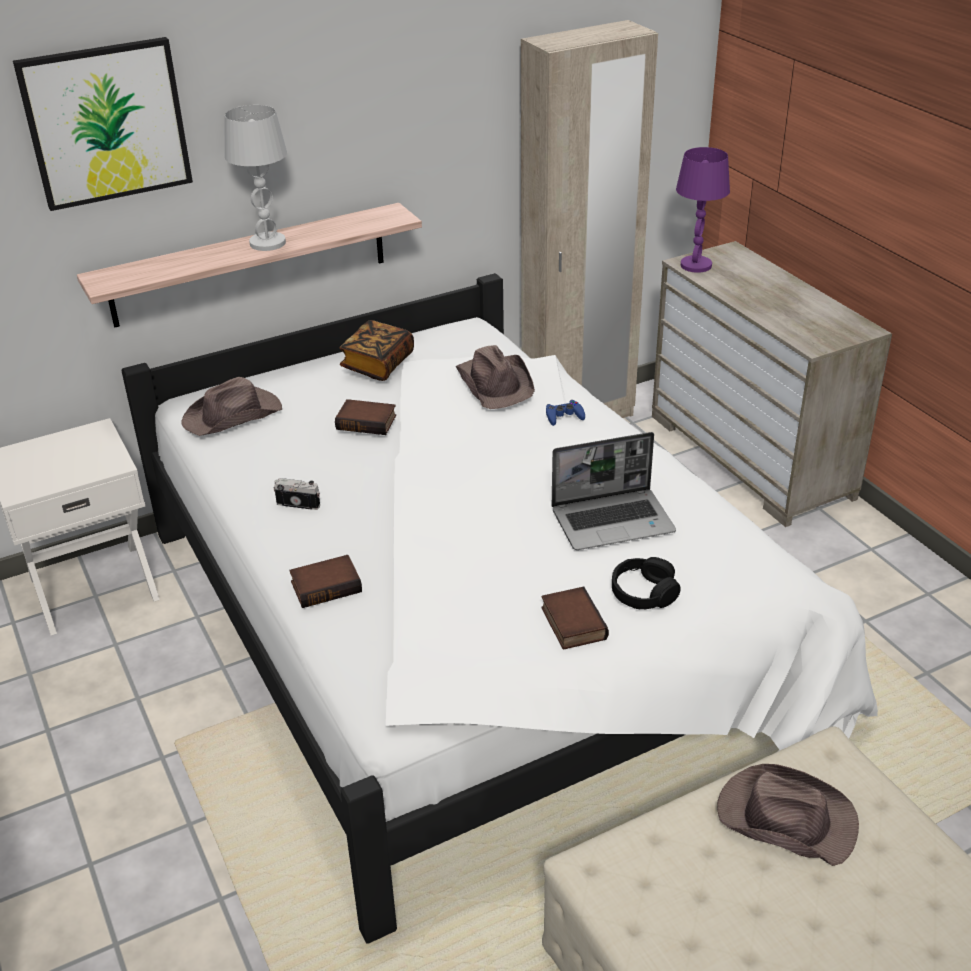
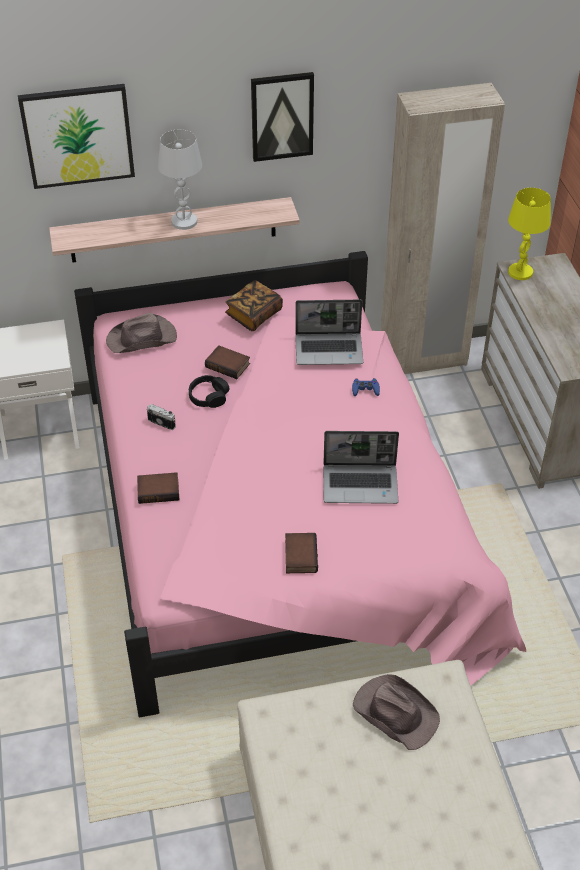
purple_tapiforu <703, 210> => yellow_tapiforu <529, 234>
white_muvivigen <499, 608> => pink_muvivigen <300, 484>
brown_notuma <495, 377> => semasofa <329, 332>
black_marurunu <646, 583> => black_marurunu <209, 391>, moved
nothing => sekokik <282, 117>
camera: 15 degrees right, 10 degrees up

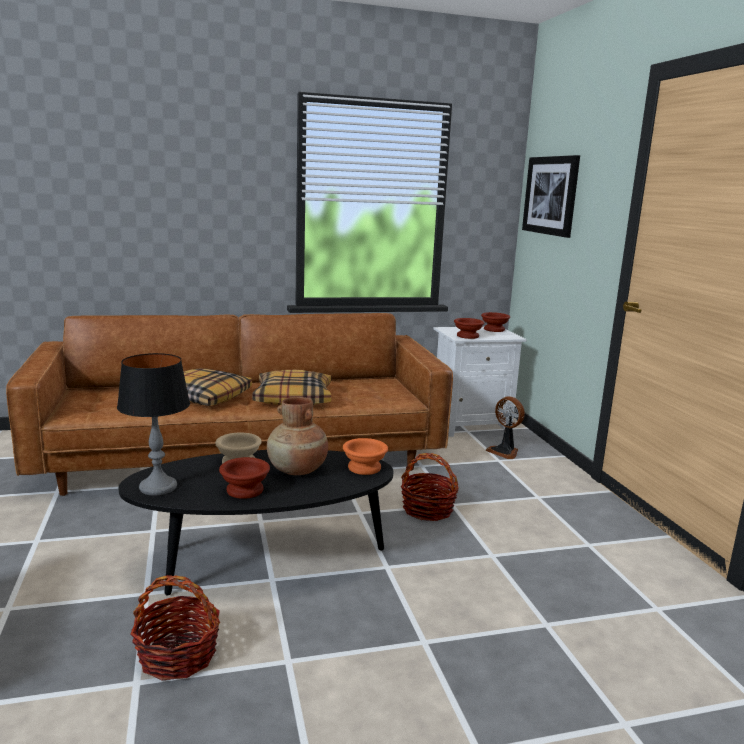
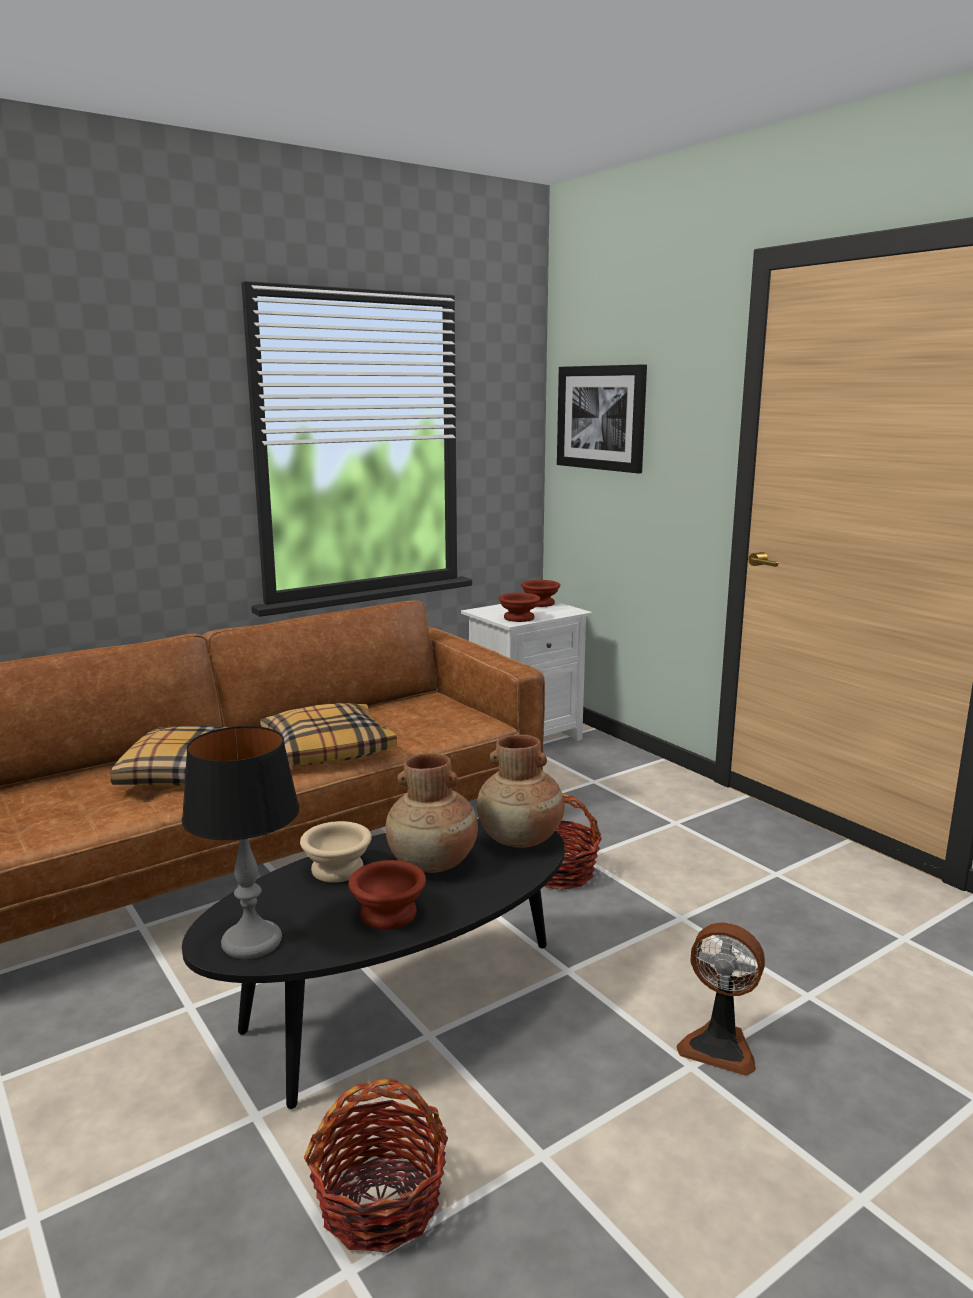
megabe <505, 428> => megabe <721, 999>, moved
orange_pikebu <365, 456> => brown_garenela <521, 791>
camera: 20 degrees left, 0 degrees up

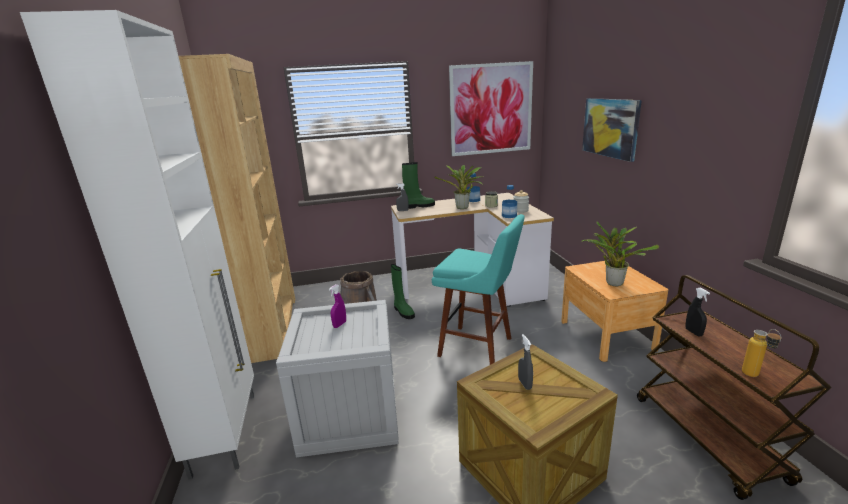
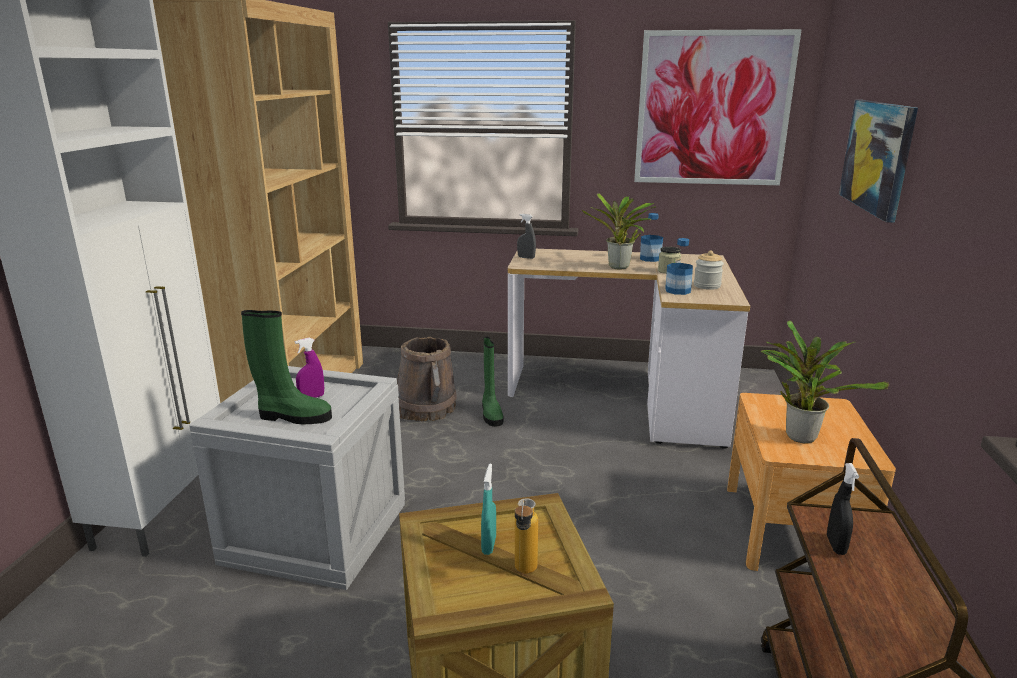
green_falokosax <418, 185> => green_falokosax <286, 367>, moved
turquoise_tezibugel <478, 289> => nothing
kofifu <762, 353> => kofifu <526, 536>, moved
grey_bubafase <525, 362> => turquoise_bubafase <488, 509>
camera: 20 degrees right, 0 degrees up

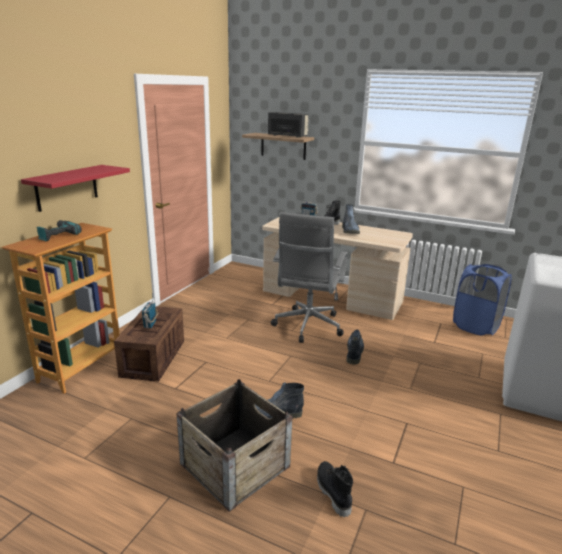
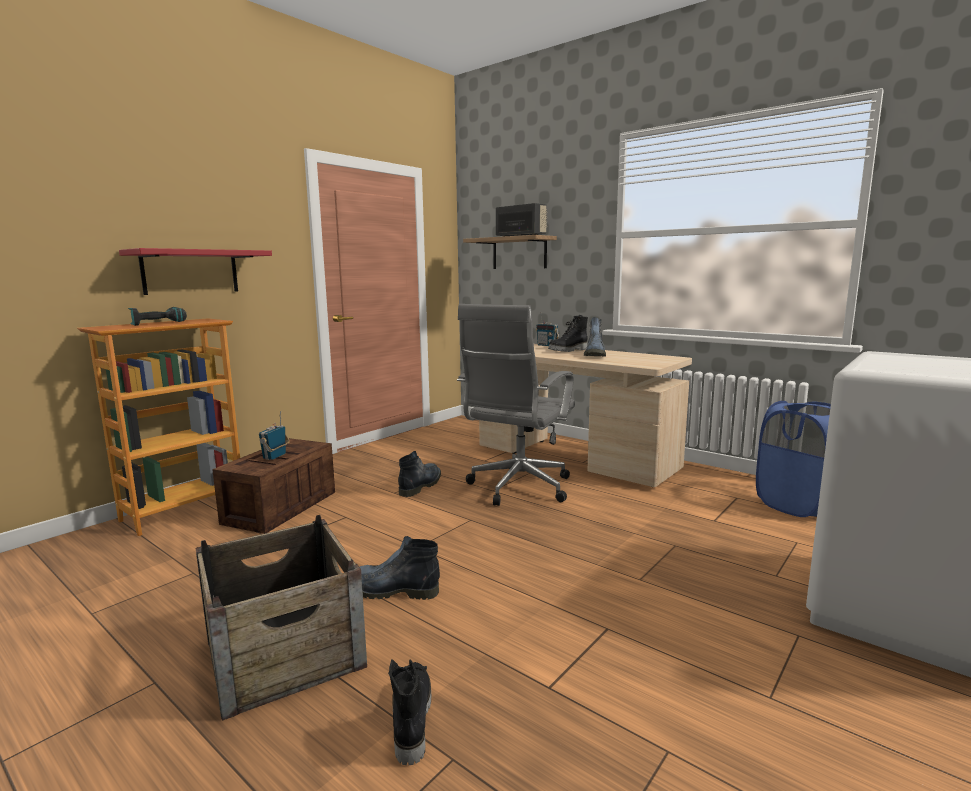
falokosax <355, 347> => falokosax <419, 474>, moved
camera: 15 degrees right, 10 degrees down

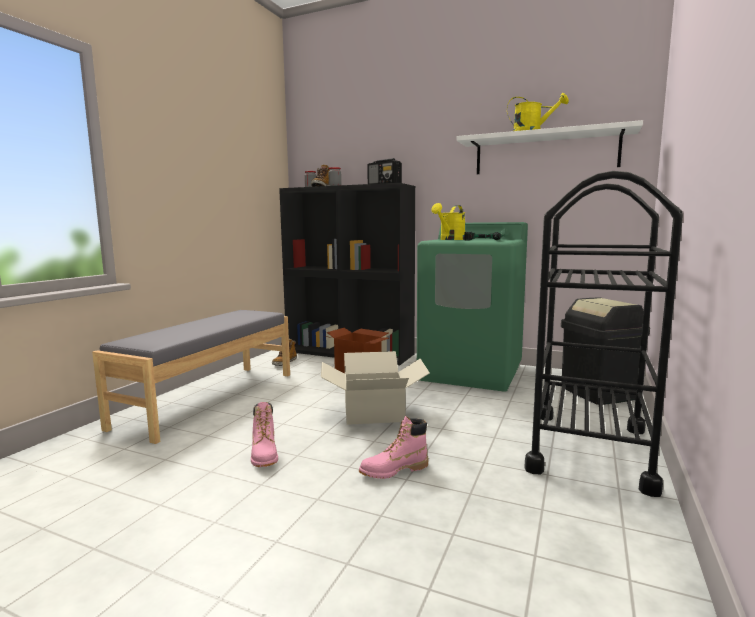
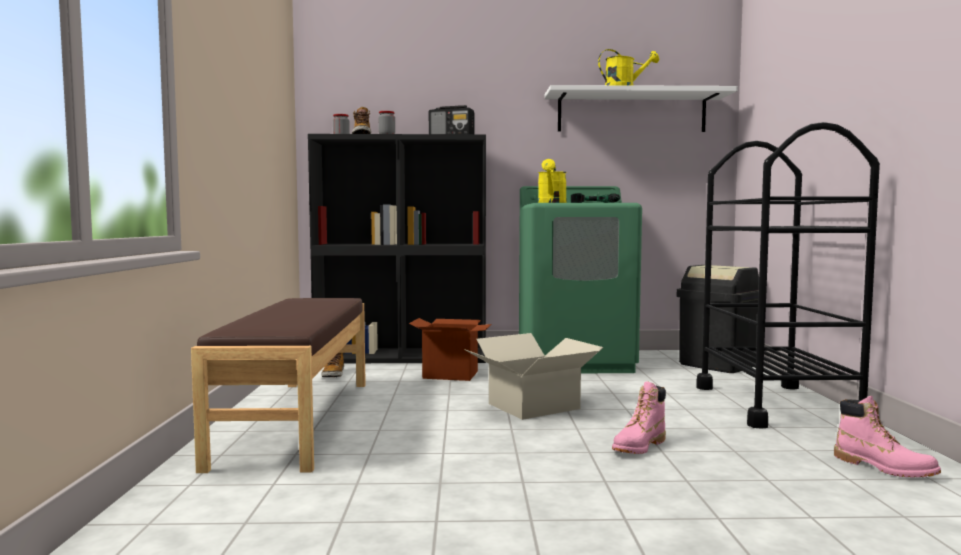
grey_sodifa <191, 377> => brown_sodifa <278, 385>
pink_falokosax <264, 434> => pink_falokosax <887, 437>, moved
camera: 25 degrees left, 5 degrees down

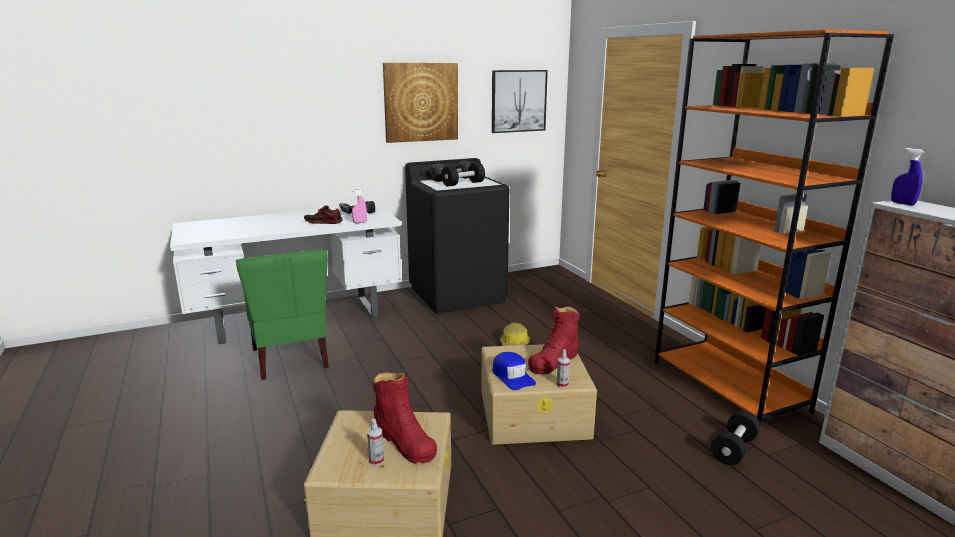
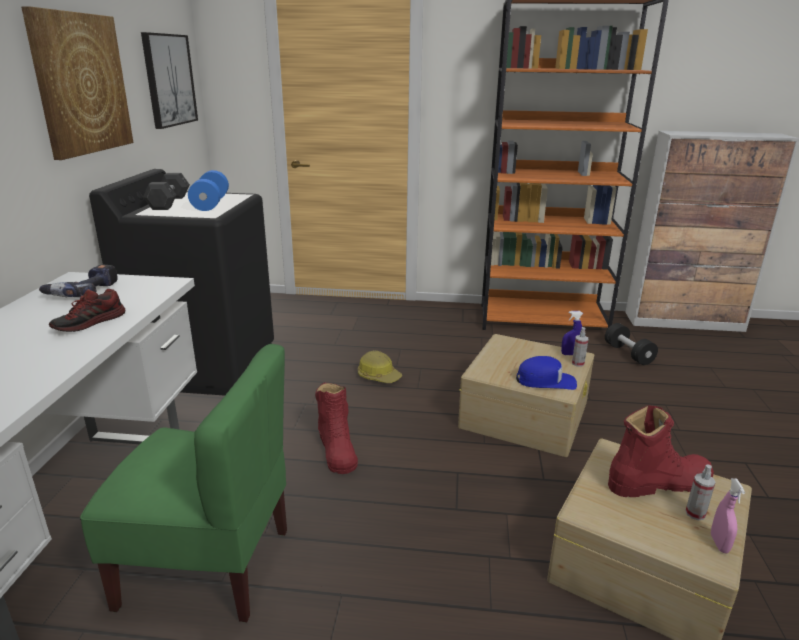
blue_bubafase <908, 176> => blue_bubafase <572, 333>, moved
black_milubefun <463, 174> => blue_milubefun <208, 190>
pink_bubafase <359, 206> => pink_bubafase <728, 516>, moved
red_falokosax <553, 340> => red_falokosax <336, 428>, moved
camera: 60 degrees left, 5 degrees up

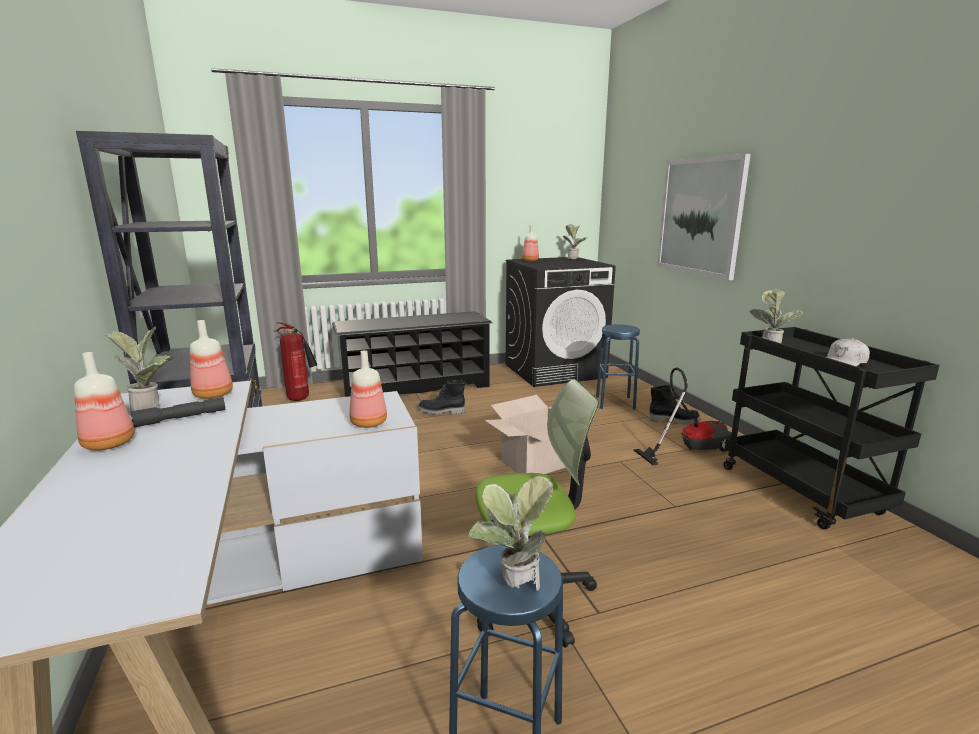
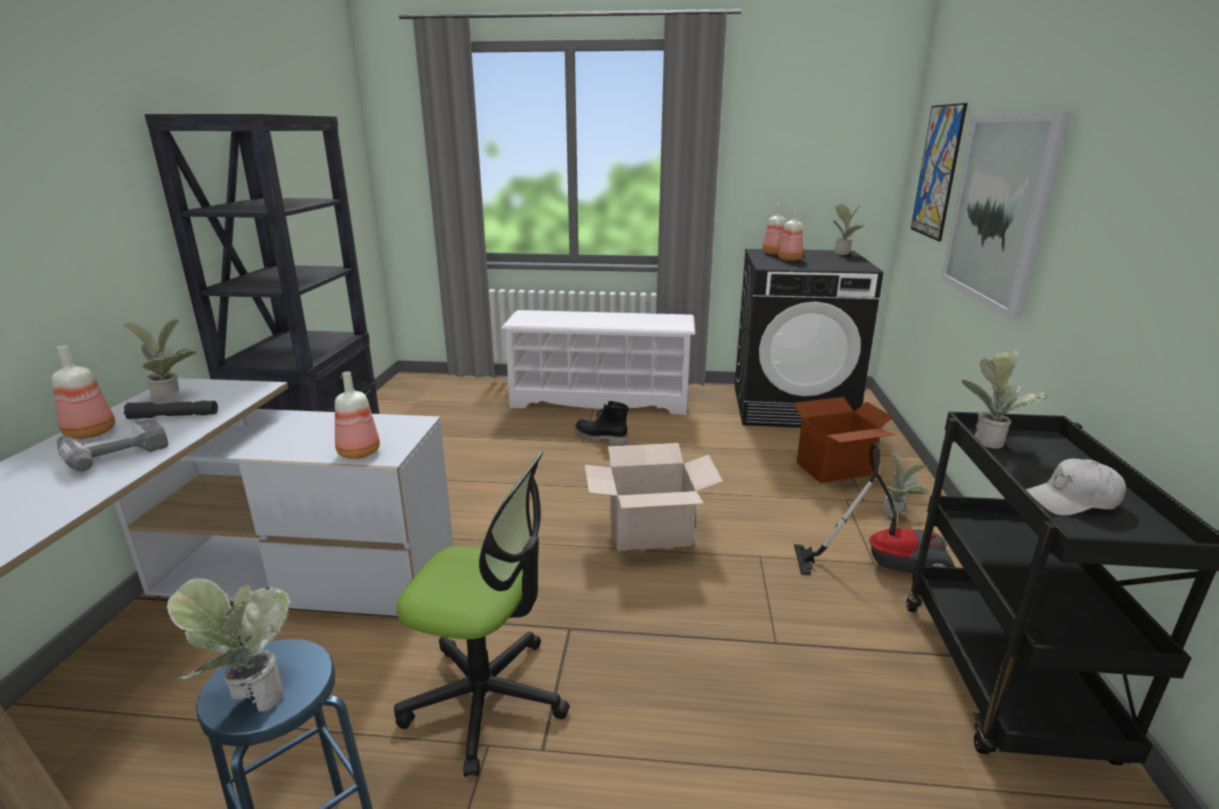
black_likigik <412, 354> => white_likigik <597, 362>
kofifu <211, 359> => kofifu <790, 234>, moved
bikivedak <297, 361> => nothing
blue_tezibugel <618, 367> => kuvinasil <843, 440>
black_falokosax <674, 405> => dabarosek <904, 484>
nothing => sekokik <939, 172>
nothing => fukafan <112, 445>
camera: 25 degrees right, 5 degrees up

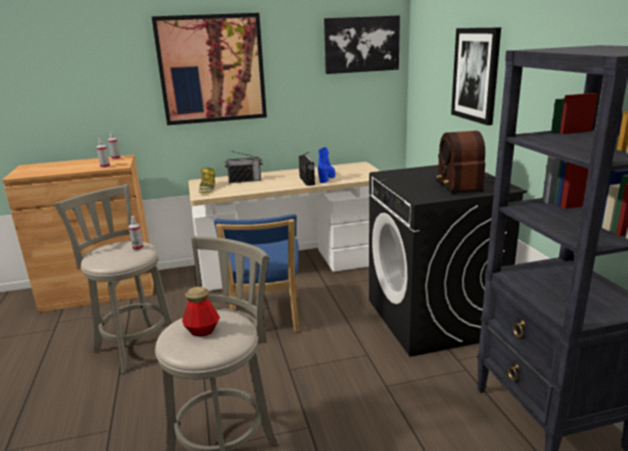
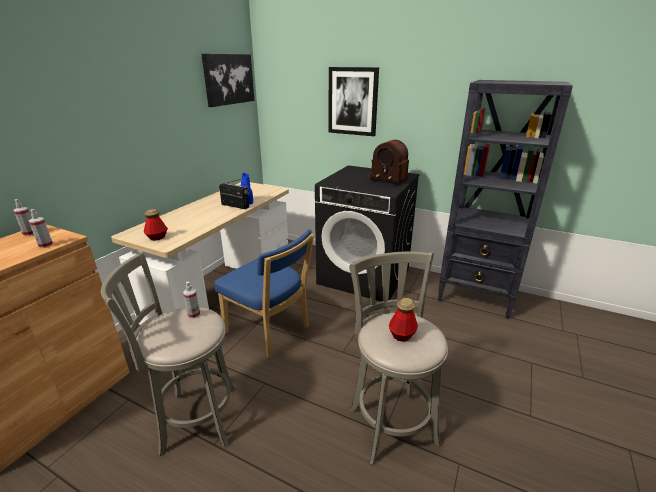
sekokik <209, 69> => nothing
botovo <243, 166> => nothing
falokosax <207, 180> => kofifu <156, 225>
camera: 50 degrees left, 5 degrees up

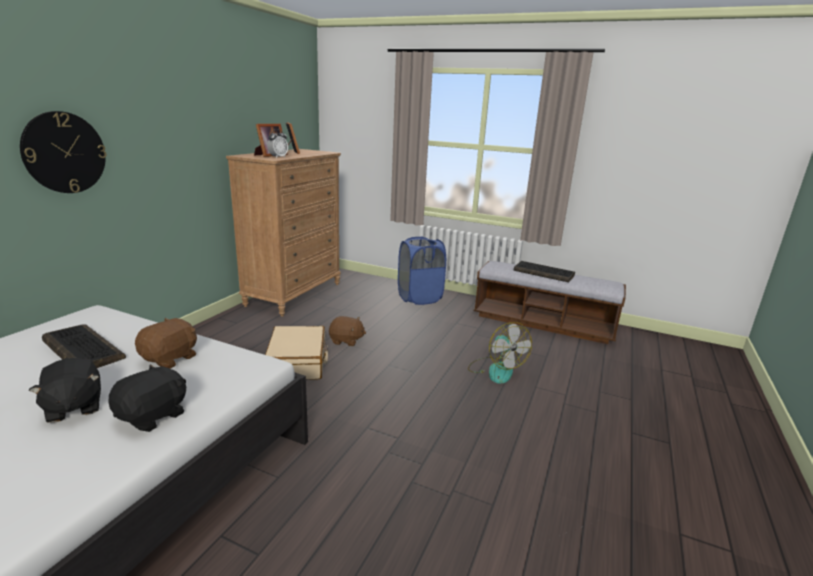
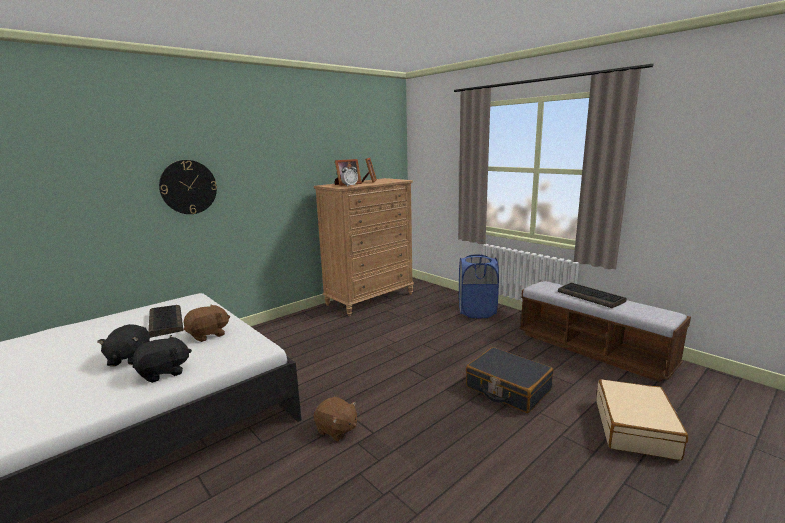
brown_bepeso <347, 331> => brown_bepeso <335, 419>, moved
megabe <500, 353> => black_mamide <509, 380>
beige_mamide <296, 352> => beige_mamide <642, 420>, moved
camera: 25 degrees right, 5 degrees down

